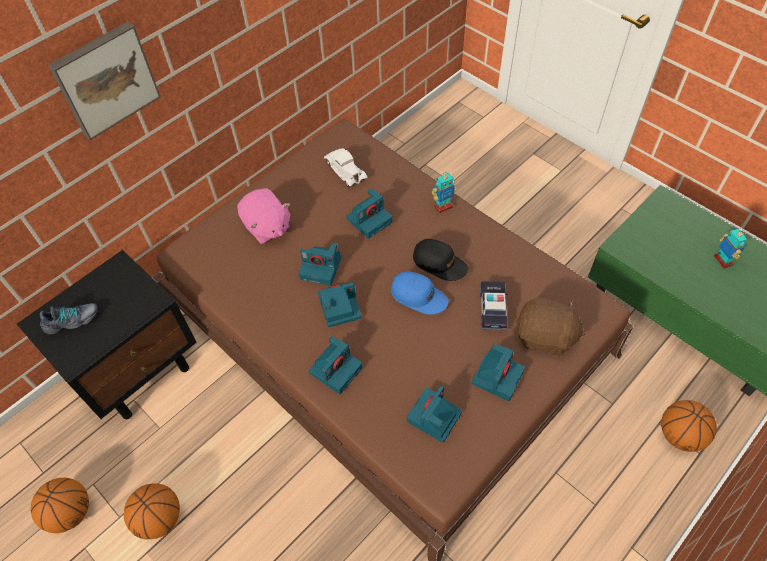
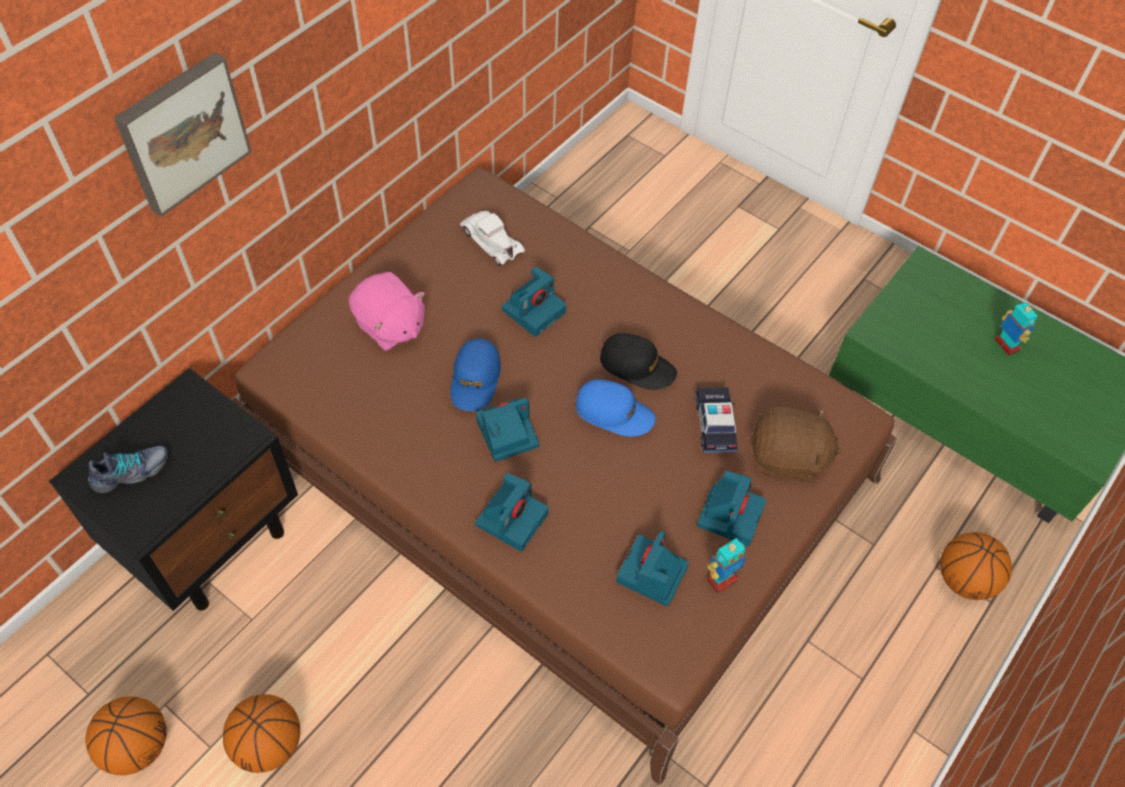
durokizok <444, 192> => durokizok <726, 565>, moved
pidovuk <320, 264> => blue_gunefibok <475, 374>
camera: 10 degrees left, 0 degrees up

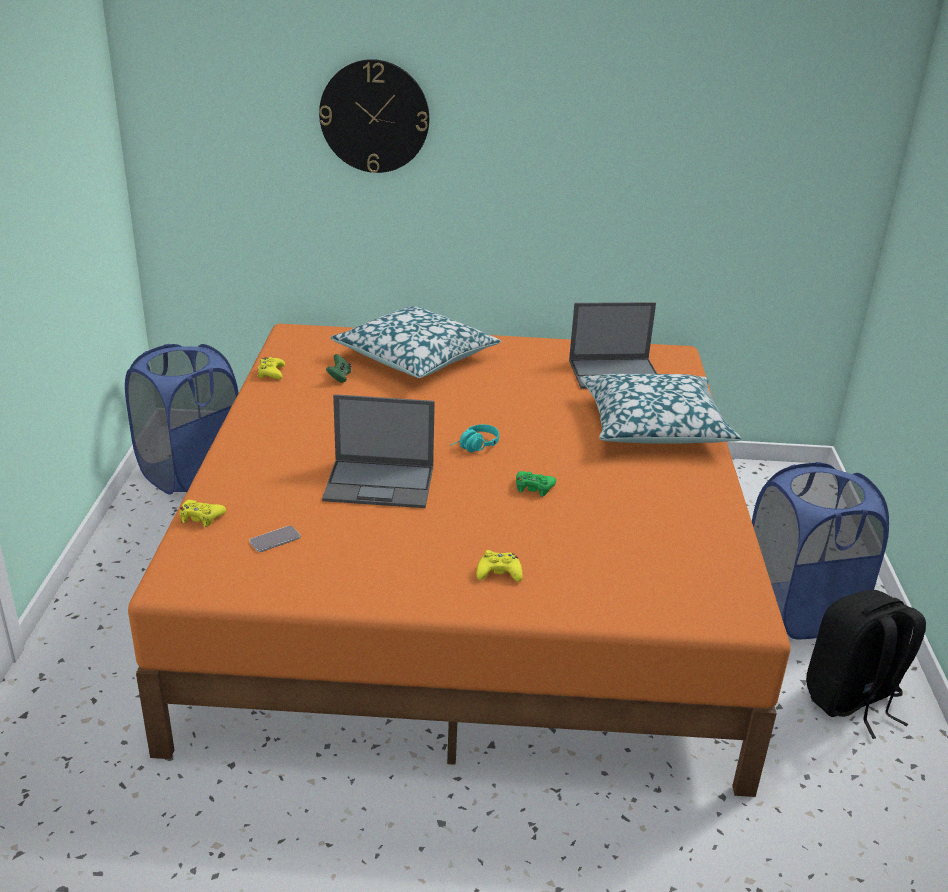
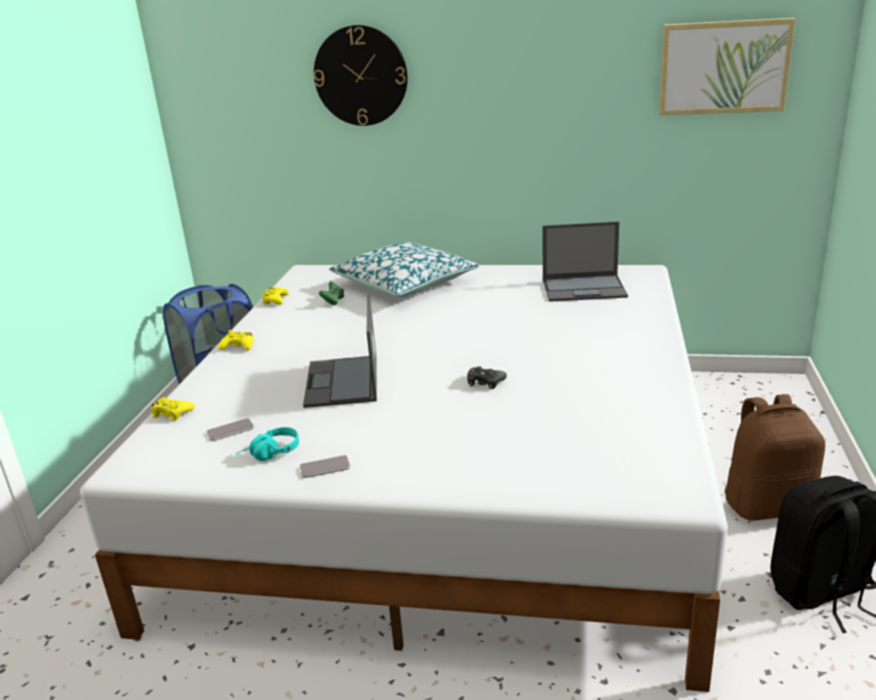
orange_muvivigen <459, 560> => white_muvivigen <404, 478>
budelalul <661, 409> => nothing
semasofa <378, 451> => semasofa <340, 351>, 75 degrees clockwise
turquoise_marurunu <474, 438> => turquoise_marurunu <267, 444>, moved
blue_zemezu <820, 550> => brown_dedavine <774, 457>
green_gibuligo <536, 484> => black_gibuligo <487, 377>
yellow_gibuligo <500, 566> => yellow_gibuligo <236, 340>, moved
nothing => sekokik <727, 66>
nothing => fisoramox <325, 466>
camera: 10 degrees right, 5 degrees down

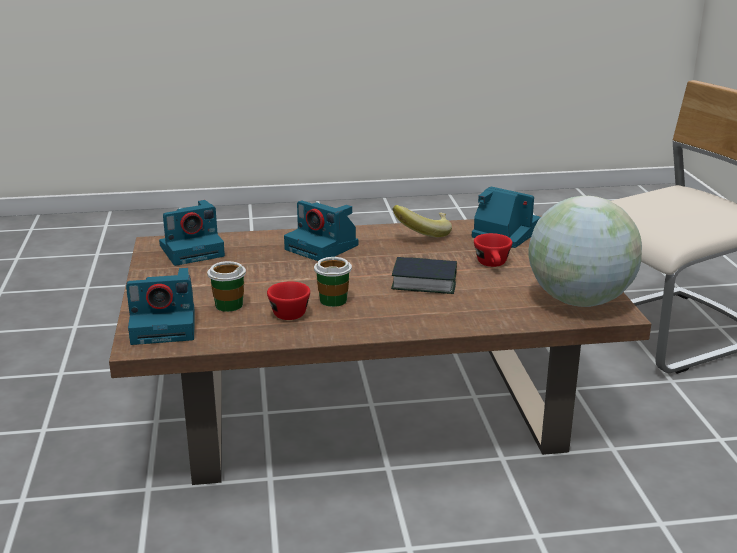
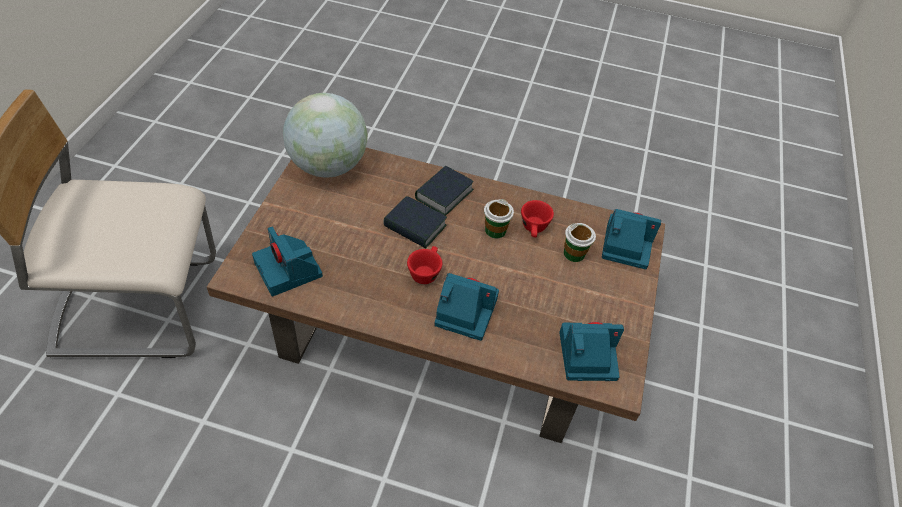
pidovuk <321, 230> => pidovuk <466, 307>, 45 degrees counterclockwise
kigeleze <422, 221> => nothing
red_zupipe <493, 250> => red_zupipe <424, 265>, moved
nothing => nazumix <444, 191>
camera: 160 degrees left, 25 degrees up

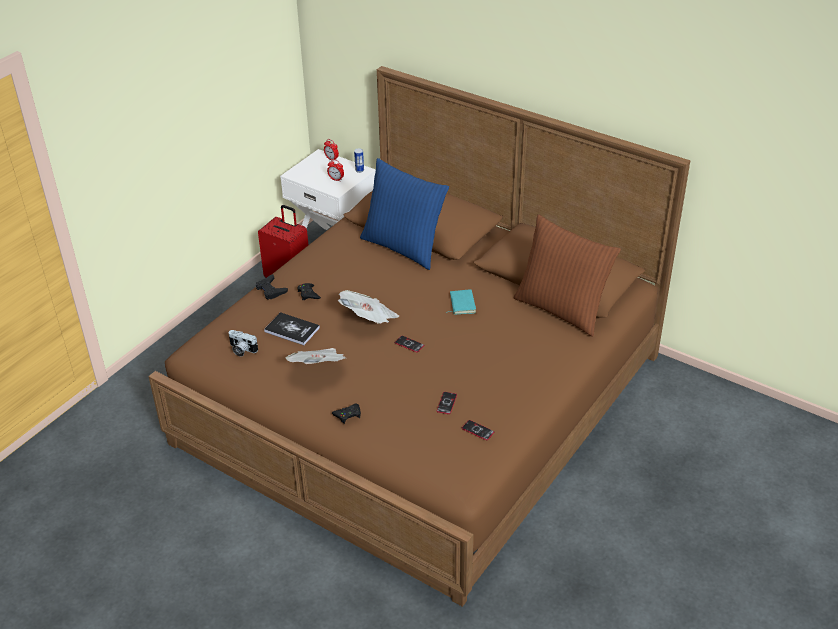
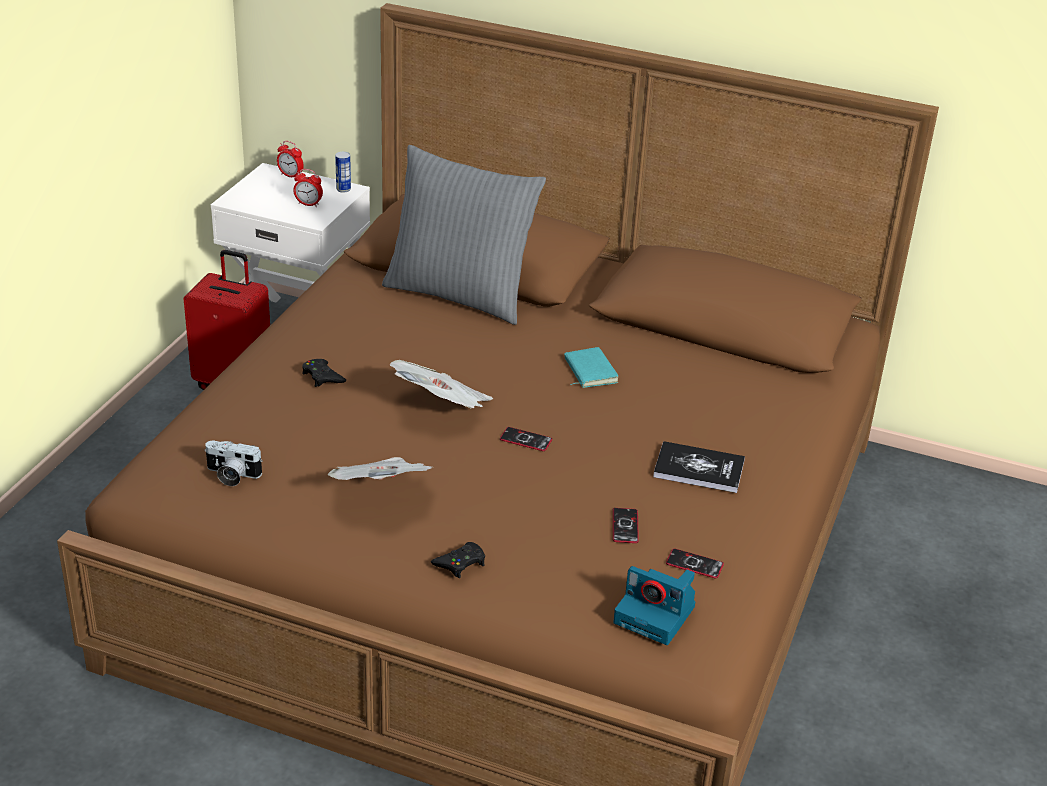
blue_budelalul <404, 214> => grey_budelalul <464, 235>
brown_budelalul <567, 275> => nothing
black_gibuligo <272, 287> => nothing
nazumix <292, 328> => nazumix <699, 467>, moved
nothing => pidovuk <654, 605>
camera: 15 degrees left, 5 degrees down

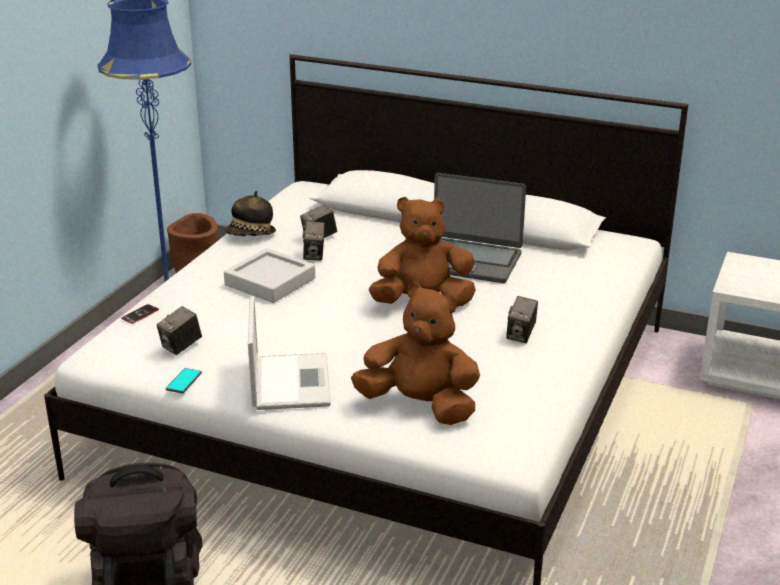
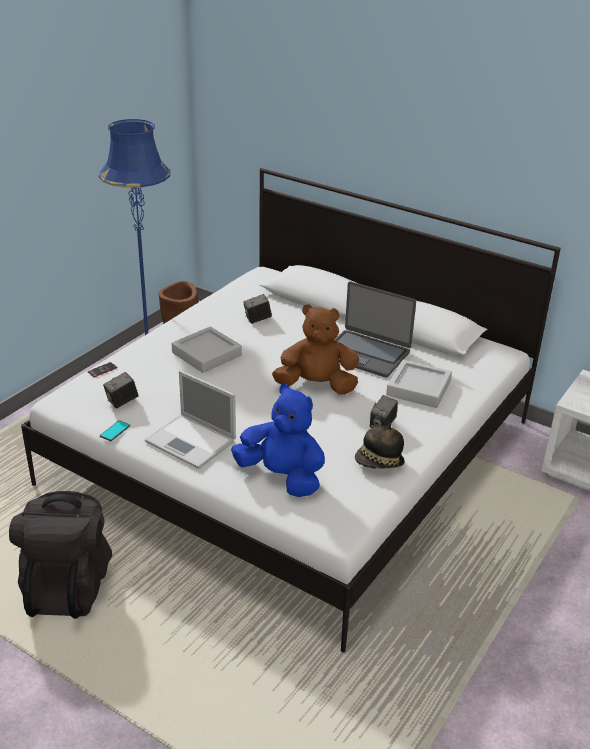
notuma <250, 213> => notuma <380, 446>, moved
pidovuk <313, 241> => nothing
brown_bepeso <415, 354> => blue_bepeso <278, 440>
semasofa <289, 353> => semasofa <190, 419>, 120 degrees clockwise
nothing => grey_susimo <419, 384>
camera: 10 degrees right, 5 degrees up

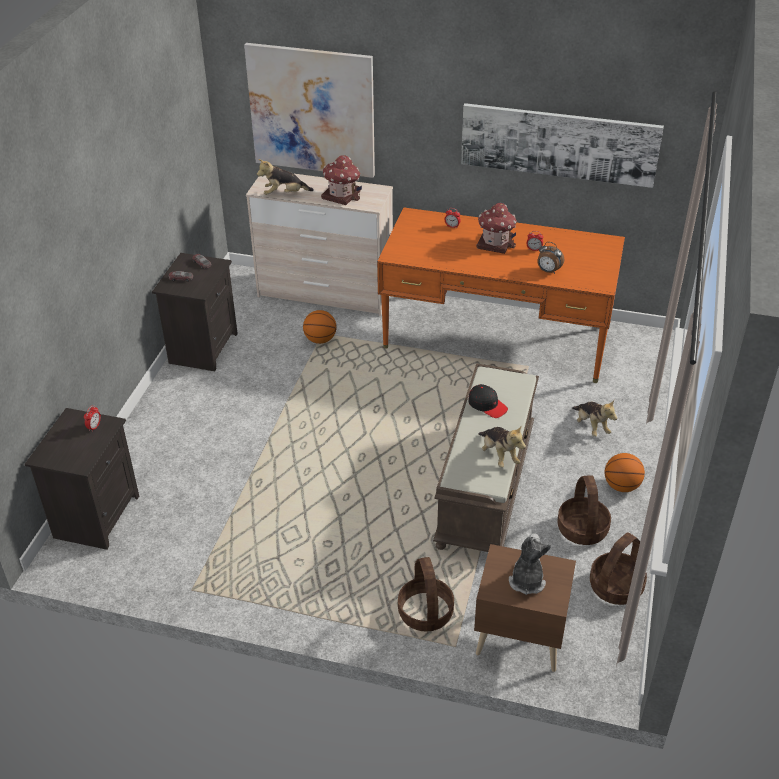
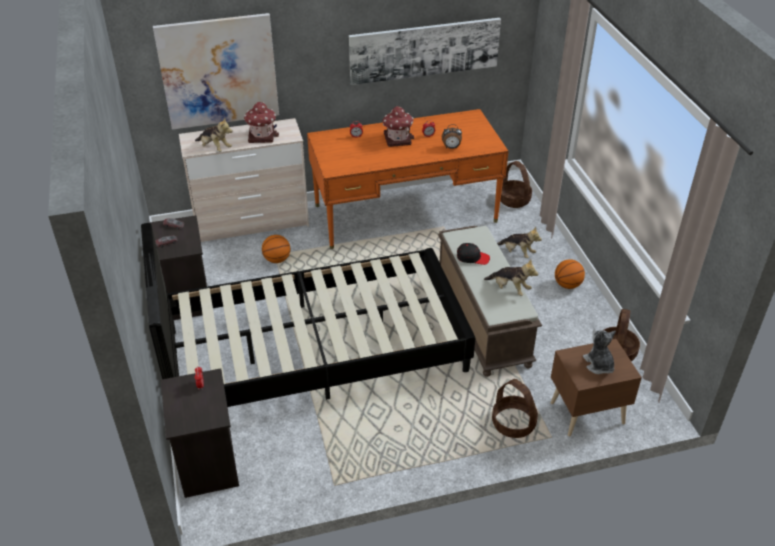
bepeso <285, 177> => bepeso <214, 135>, 105 degrees counterclockwise
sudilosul <584, 510> => sudilosul <516, 184>, moved
nothing => black_muvivigen <308, 315>
camera: 30 degrees left, 0 degrees up

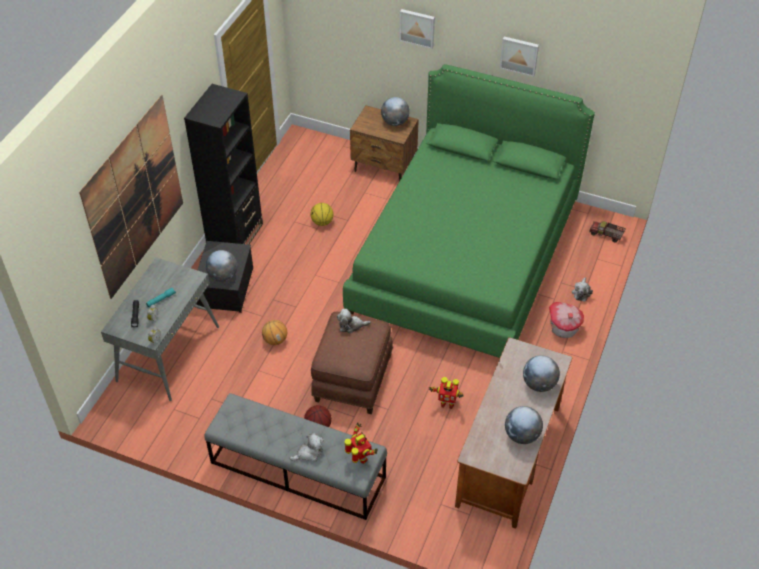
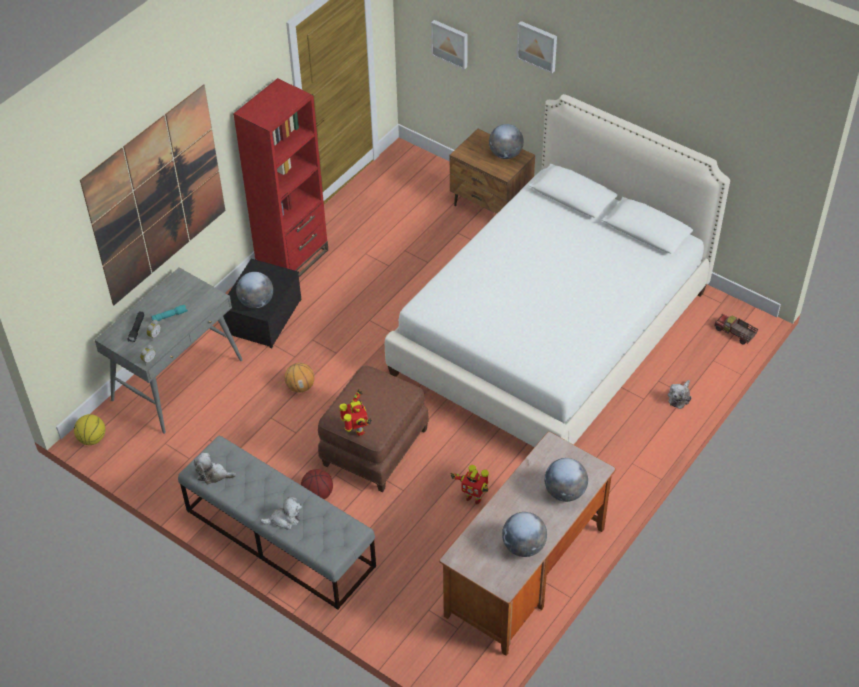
sekokik <519, 57> => sekokik <449, 45>, moved
green_muvivigen <469, 211> => white_muvivigen <557, 270>
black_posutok <223, 164> => red_posutok <280, 177>
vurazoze <322, 214> => vurazoze <89, 429>, moved
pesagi <566, 320> => nothing
bepeso <354, 321> => bepeso <215, 468>, moved
durokizok <361, 443> => durokizok <355, 412>, moved
camera: 15 degrees right, 0 degrees up

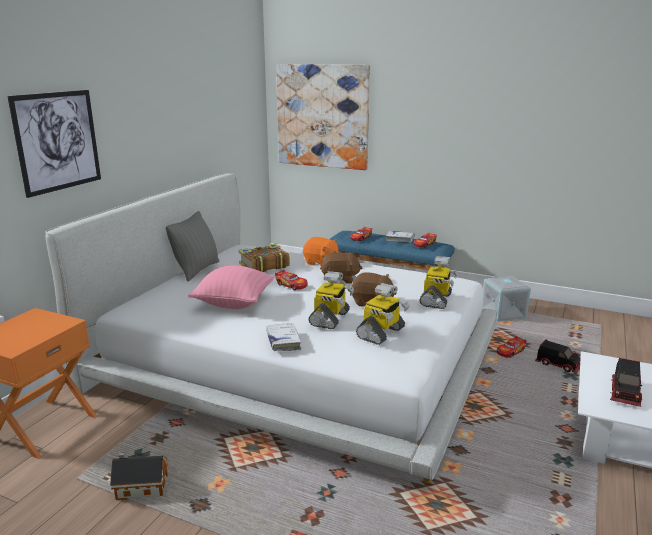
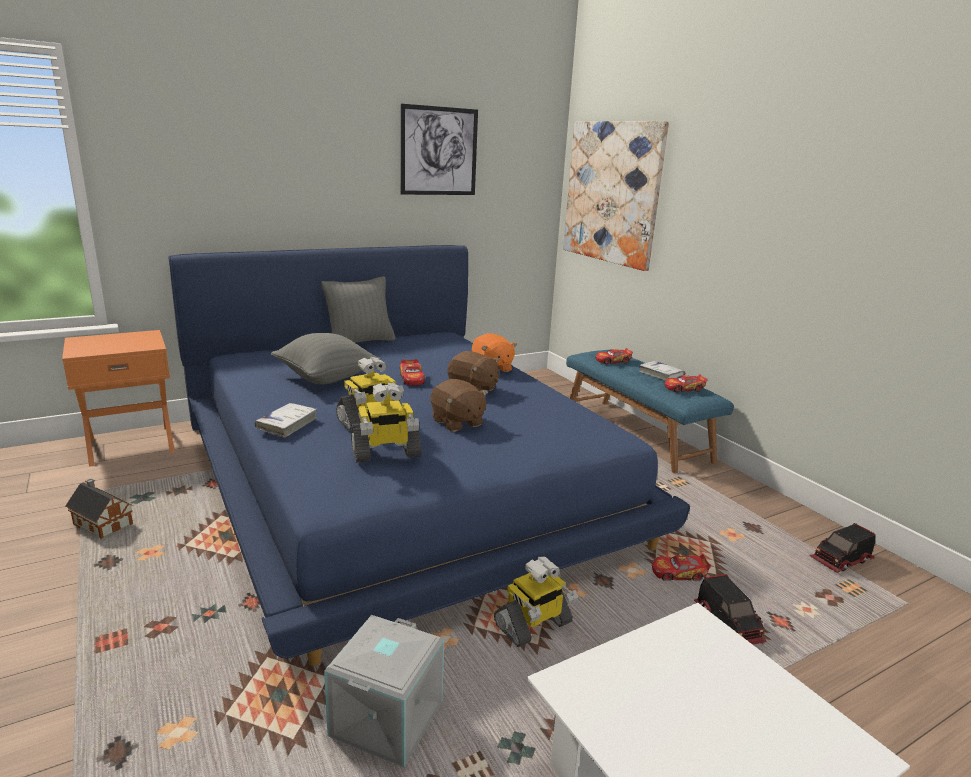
sekokik <54, 144> => sekokik <439, 149>, moved
white_muvivigen <271, 328> => blue_muvivigen <429, 456>
nazumix <264, 258> => nothing
durokizok <438, 282> => durokizok <536, 602>, moved
pink_budelalul <231, 287> => grey_budelalul <326, 358>
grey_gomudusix <506, 299> => grey_gomudusix <384, 691>, moved
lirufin <626, 382> => lirufin <842, 548>, moved
camera: 35 degrees right, 0 degrees up

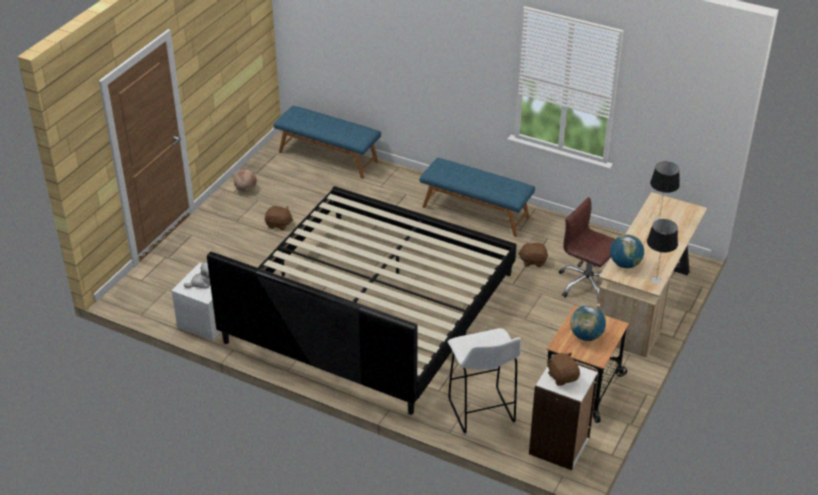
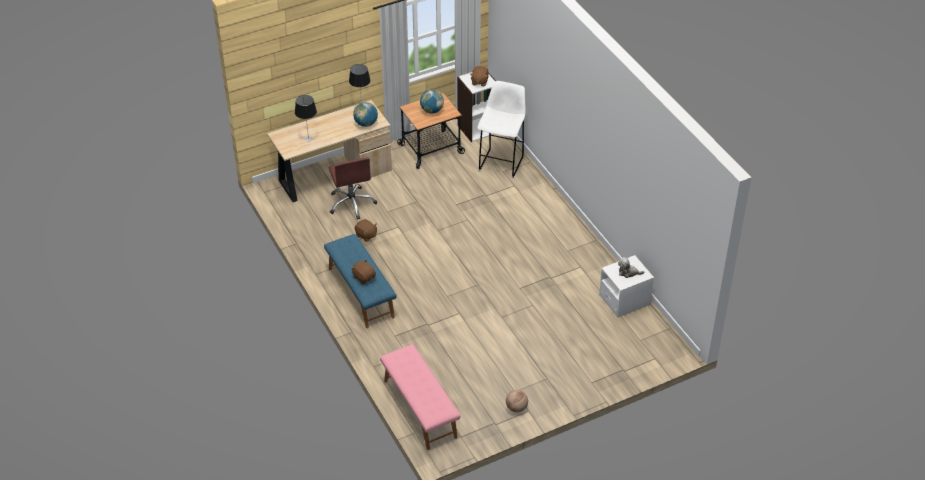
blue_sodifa <327, 142> => pink_sodifa <420, 397>
muvivigen <361, 300> => nothing
brown_bepeso <279, 218> => brown_bepeso <363, 271>, moved
camera: 145 degrees left, 5 degrees up

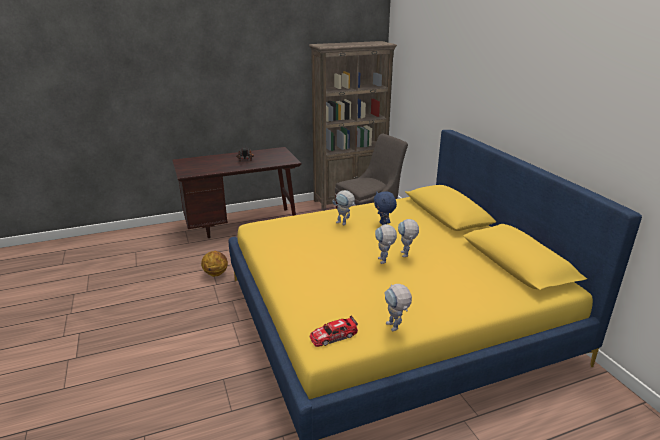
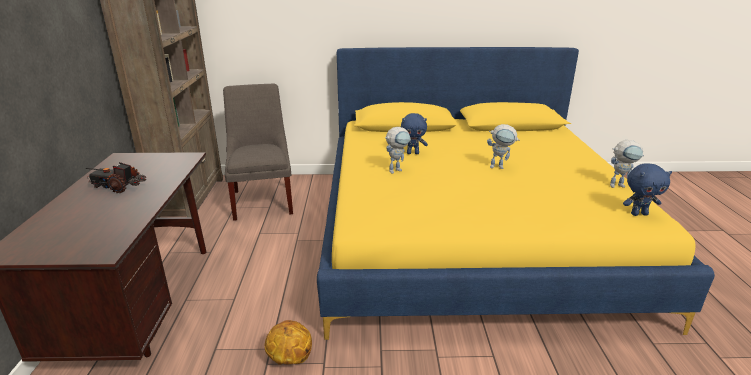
durokizok <408, 238> => nothing
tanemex <334, 331> => blue_bepeso <647, 189>
camera: 70 degrees left, 0 degrees up

